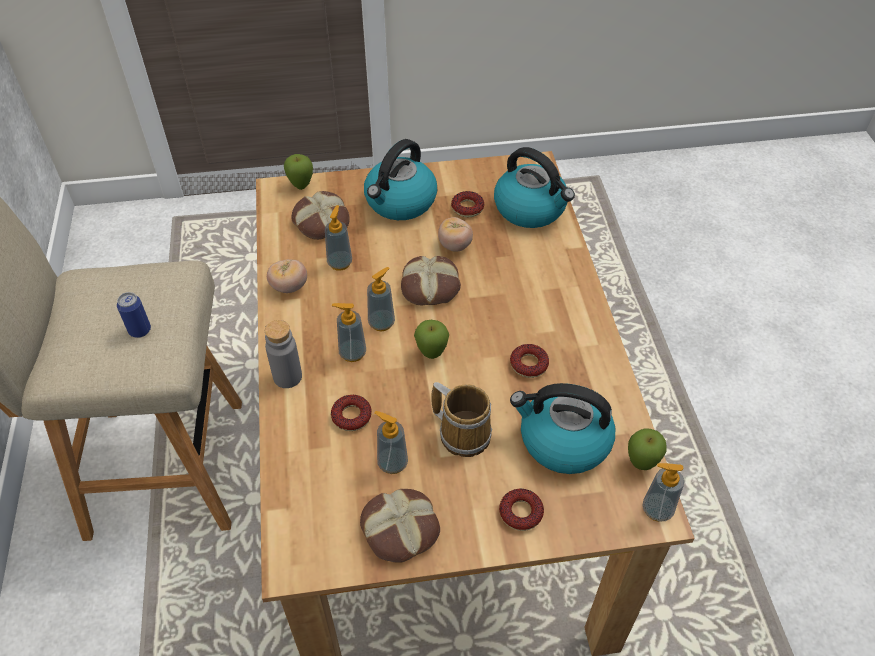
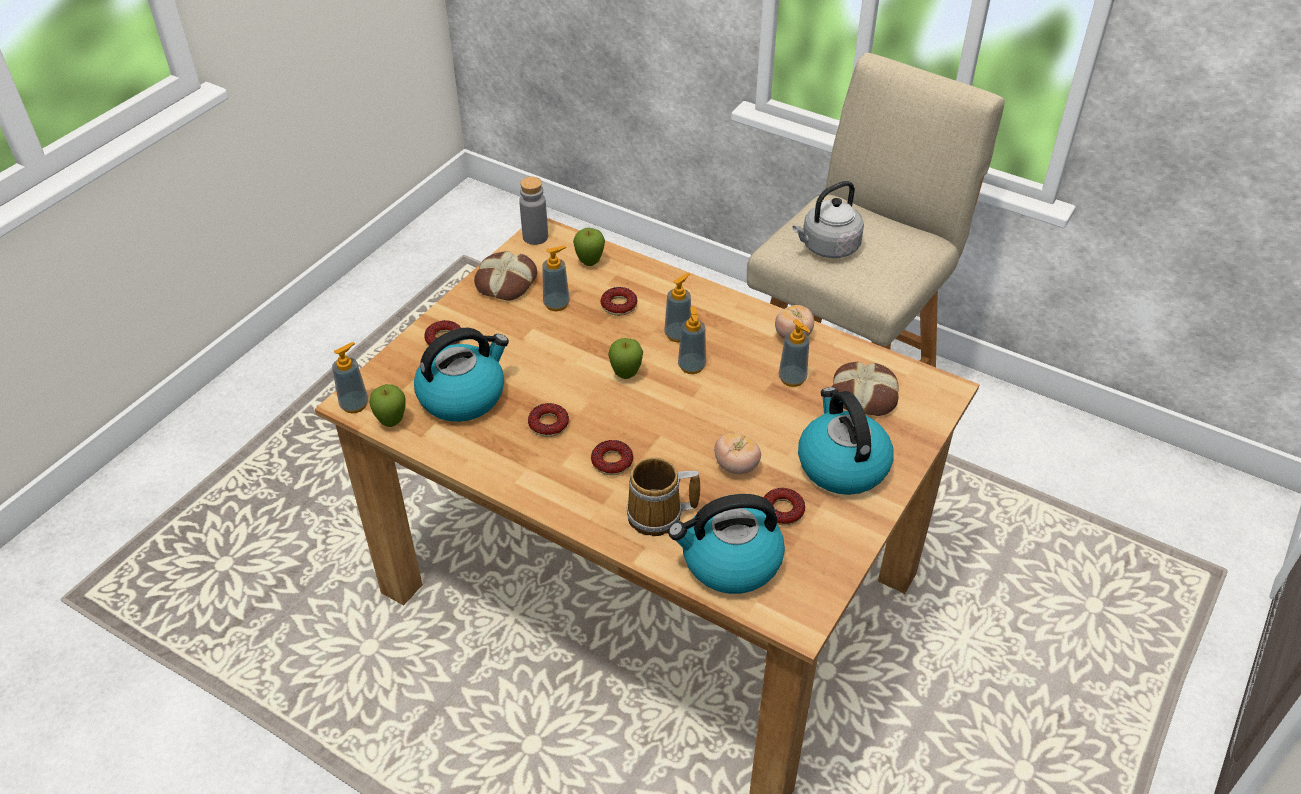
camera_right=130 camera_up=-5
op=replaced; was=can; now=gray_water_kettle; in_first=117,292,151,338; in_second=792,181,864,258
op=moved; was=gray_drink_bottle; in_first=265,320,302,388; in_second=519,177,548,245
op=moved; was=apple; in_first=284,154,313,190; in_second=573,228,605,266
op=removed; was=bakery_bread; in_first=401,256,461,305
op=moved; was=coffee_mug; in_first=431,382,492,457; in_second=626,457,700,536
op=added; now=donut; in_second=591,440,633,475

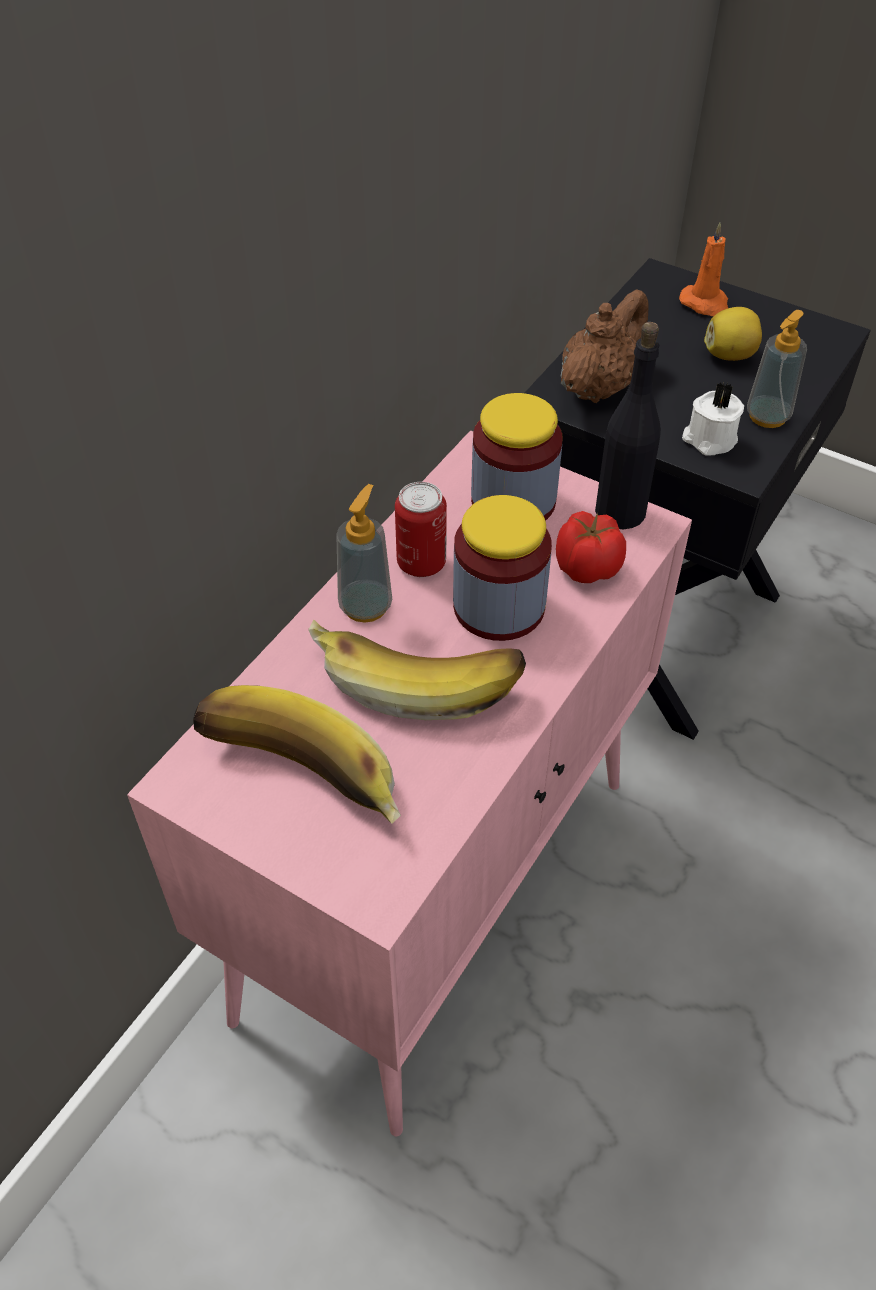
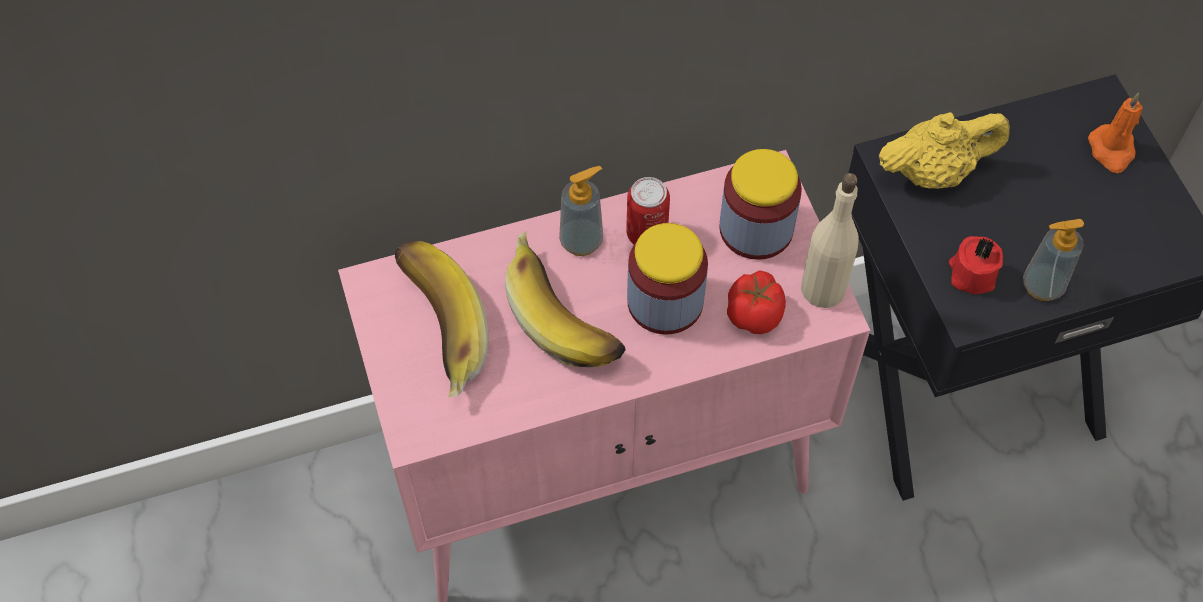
camera_right=40 camera_up=10
op=recoloured; was=brown-coloured_tea_pot; now=yellow_tea_pot; in_first=561,289,648,403; in_second=879,112,1010,189
op=recoloured; was=black_drink_bottle; now=beige-coloured_drink_bottle; in_first=595,322,661,529; in_second=801,173,859,308
op=recoloured; was=white_wax_light; now=reddish_wax_light; in_first=682,382,744,456; in_second=949,236,1003,294
op=removed; was=citrus_fruit; in_first=704,307,762,361

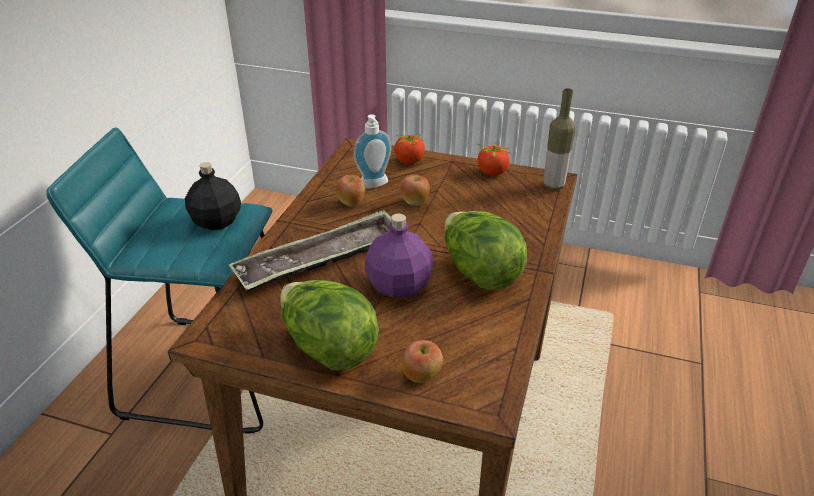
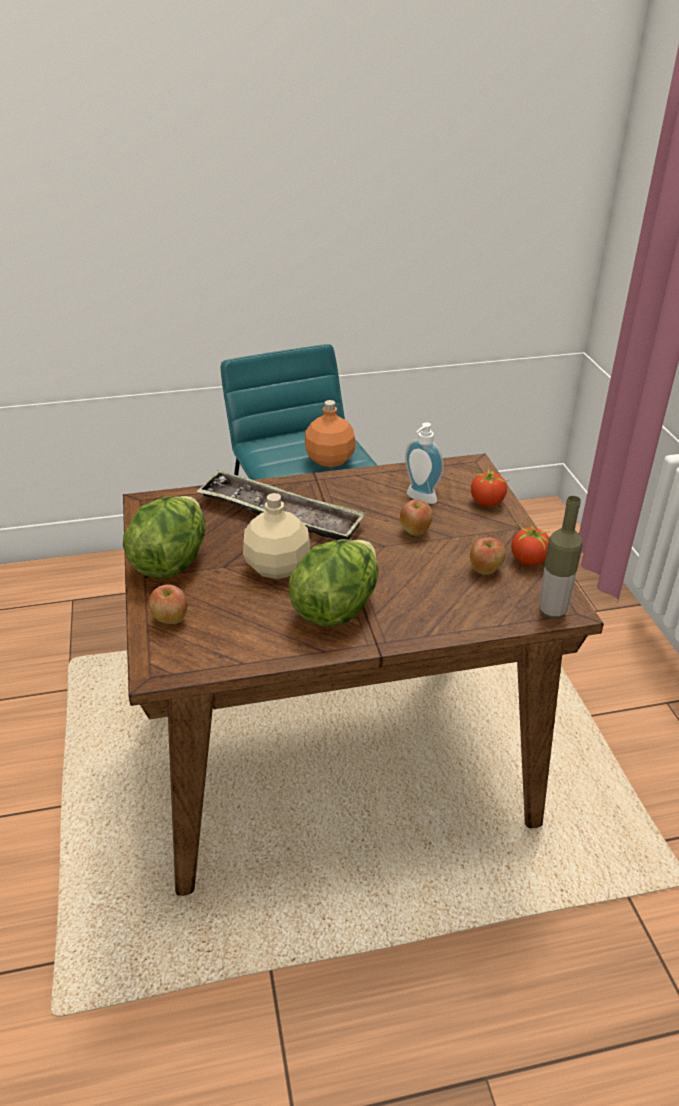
camera_right=60 camera_up=0
op=recoloured; was=black_drink_bottle; now=orange_drink_bottle; in_first=185,162,241,230; in_second=305,400,356,468
op=moved; was=apple; in_first=336,175,365,207; in_second=470,537,506,575
op=recoloured; was=purple-coloured_drink_bottle; now=beige-coloured_drink_bottle; in_first=365,213,433,298; in_second=243,493,310,579

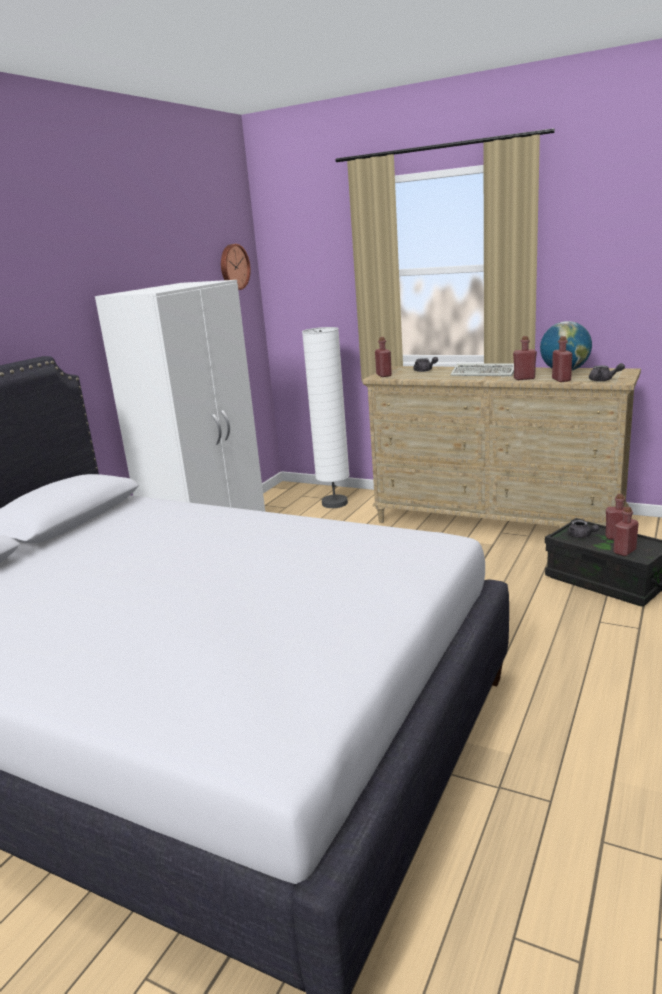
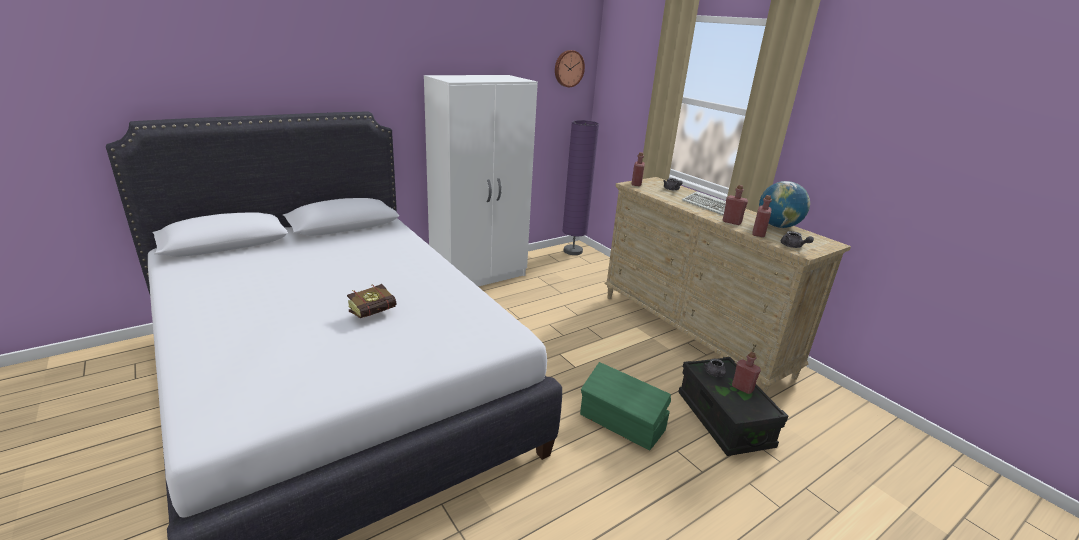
camera_right=25 camera_up=5
op=removed; was=white_standing_lamp; in_first=302,327,350,508
op=removed; was=reddish_drink_bottle; in_first=613,506,639,556
op=added; now=book; in_second=347,284,396,318
op=added; now=purple-coloured_standing_lamp; in_second=562,120,599,255
op=added; now=green_storage_container; in_second=580,362,671,451

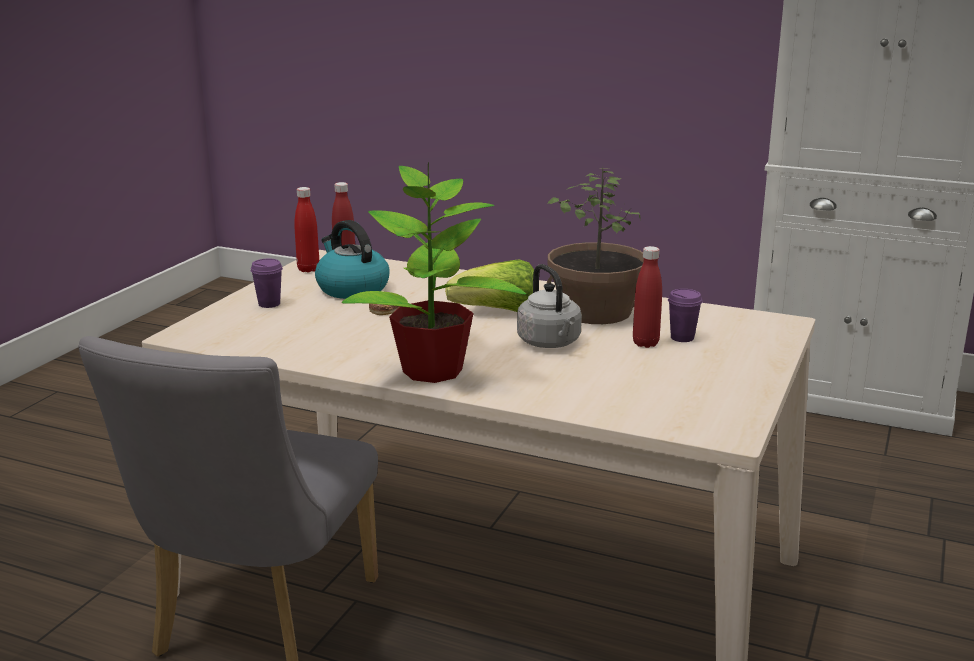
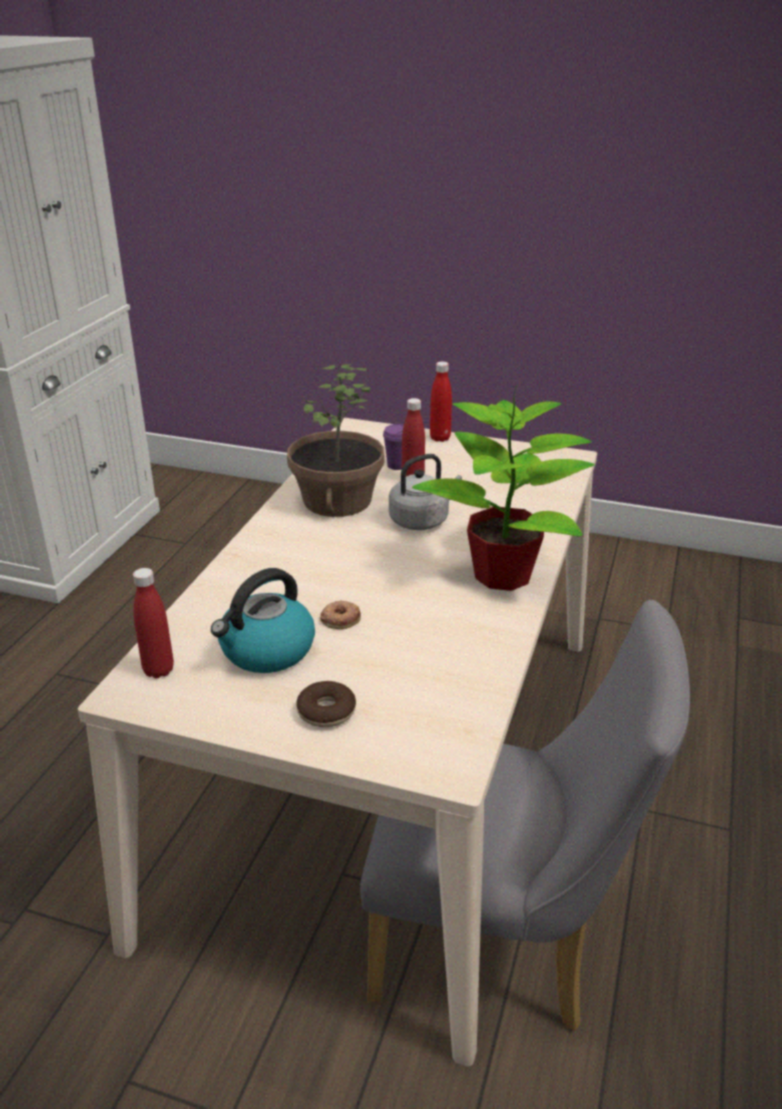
camera_right=-95 camera_up=10
op=replaced; was=purple-coloured_small_cup; now=donut; in_first=251,259,283,308; in_second=296,681,356,727
op=moved; was=reddish_drink_bottle; in_first=294,187,319,273; in_second=430,361,452,442
op=removed; was=head_of_lettuce; in_first=445,259,534,312

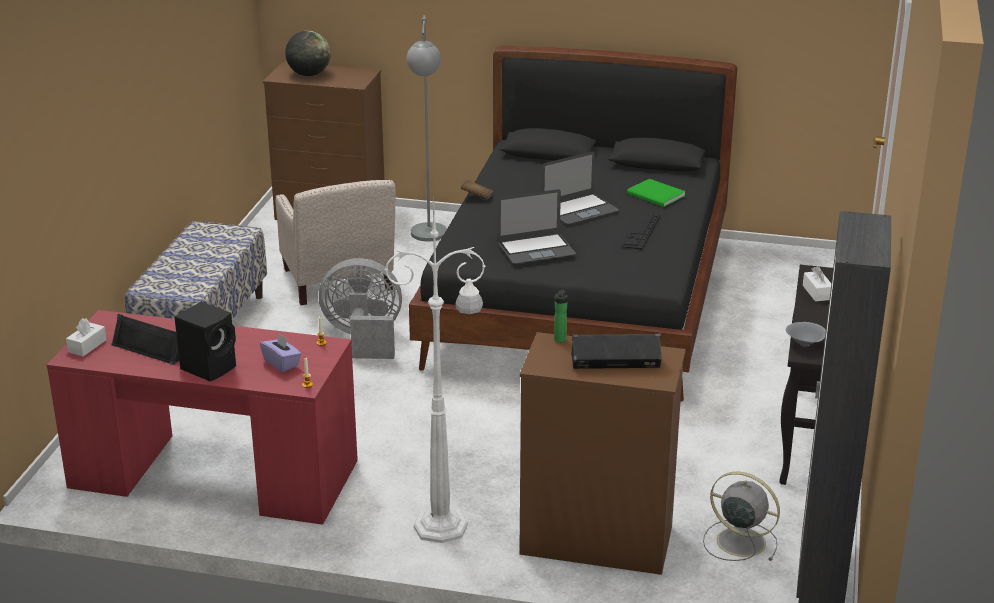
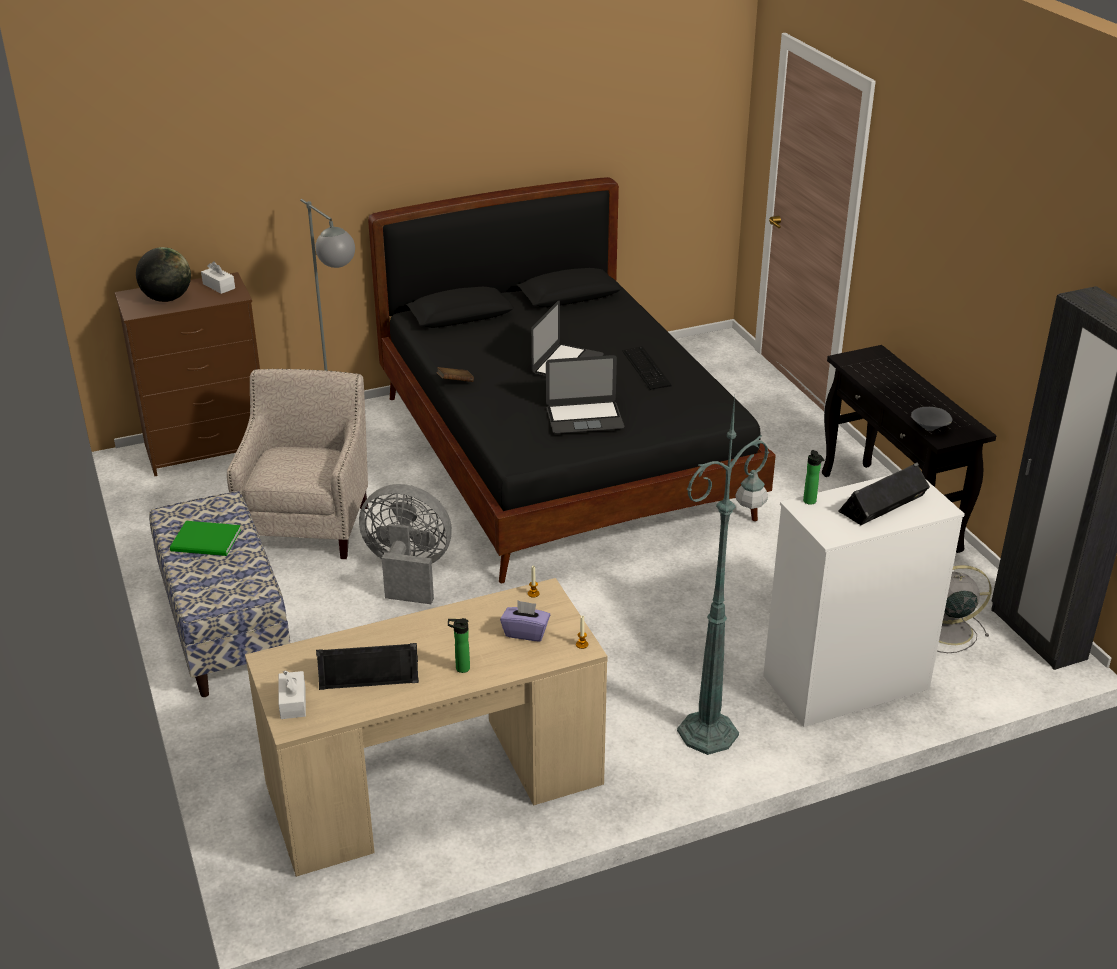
camera_right=-35 camera_up=5
op=recoloured; was=reddish_desk_table; now=beige-coloured_desk_table; in_first=47,310,358,525; in_second=245,578,608,877
op=replaced; was=black_speaker; now=drink_bottle; in_first=174,302,236,381; in_second=448,618,470,673
op=turned; was=beige-coloured_easy_chair; in_first=276,180,396,305; in_second=227,369,368,559; clockwise=-120
op=turned; was=gray_cooling_fan; in_first=319,258,402,359; in_second=359,484,452,604; clockwise=45
op=recoloured; was=white_standing_lamp; now=green_standing_lamp; in_first=384,197,485,543; in_second=677,396,769,755
op=turned; was=notebook_computer; in_first=498,189,576,264; in_second=546,355,624,434; clockwise=45
op=recoloured; was=brown-coloured_drawer_chest; now=white_drawer_chest; in_first=519,332,686,575; in_second=763,475,965,727
op=moved; was=green_book; in_first=627,179,686,207; in_second=170,521,241,556
op=moved; was=white_tissue_holder; in_first=803,266,831,302; in_second=201,261,235,294

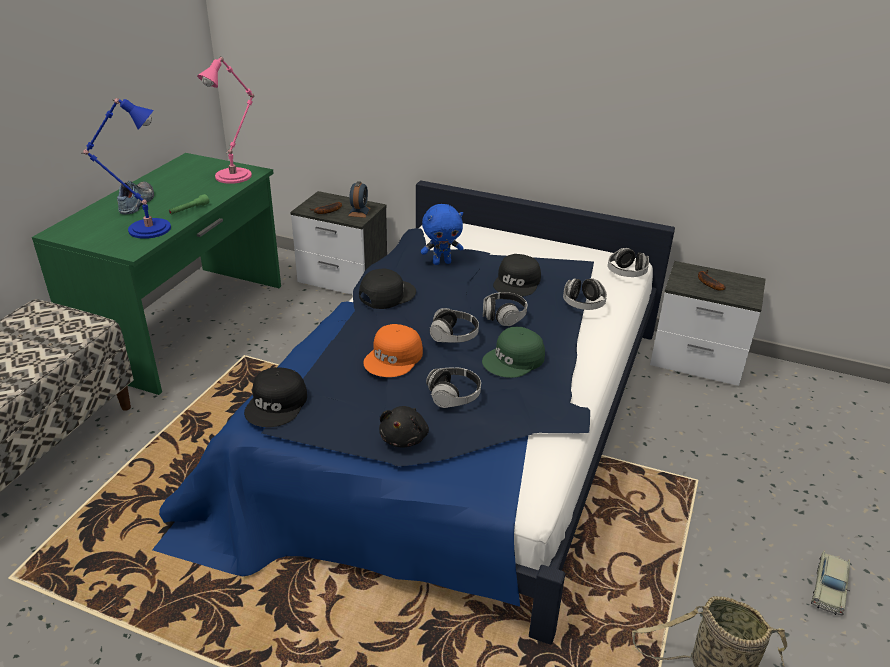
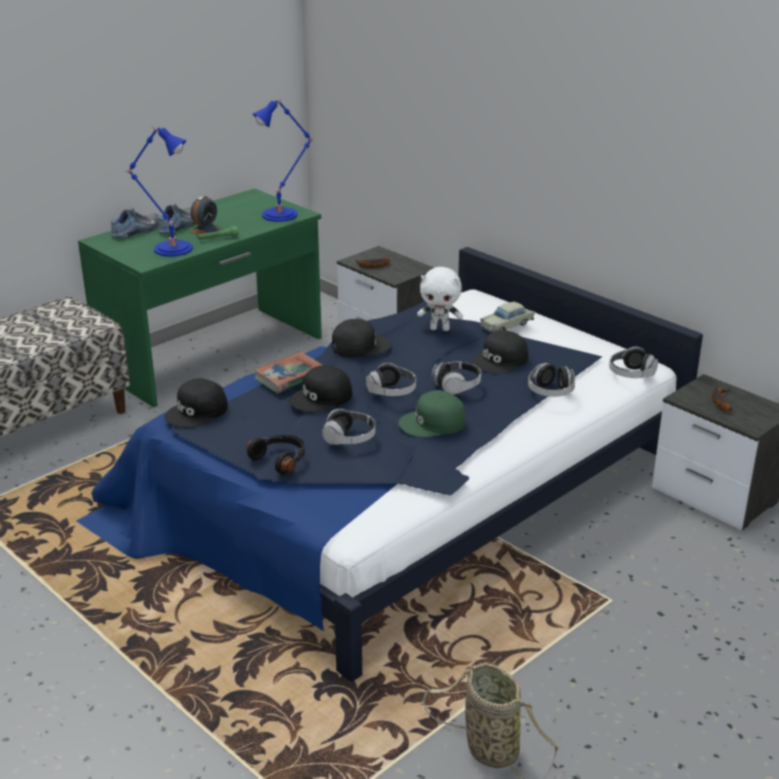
camera_right=25 camera_up=-5
op=recoloured; was=pink-coloured_lamp_for_a_table; now=bluish_lamp_for_a_table; in_first=197,57,254,184; in_second=253,98,313,222
op=moved; was=bedside_clock; in_first=348,181,370,218; in_second=190,196,221,234
op=recoloured; was=orange_peaked_cap; now=black_peaked_cap; in_first=363,324,423,377; in_second=289,365,352,412
op=replaced; was=black_cuddly_toy; now=black_headset; in_first=379,406,429,448; in_second=247,435,305,475
op=recoloured; was=bluish_cuddly_toy; now=white_cuddly_toy; in_first=421,204,463,265; in_second=417,267,463,331
op=moved; was=beige-coloured_miniature_car; in_first=811,550,850,616; in_second=480,302,535,333
op=added; now=item_of_footwear; in_second=111,208,159,238
op=added; now=book; in_second=253,352,322,393

